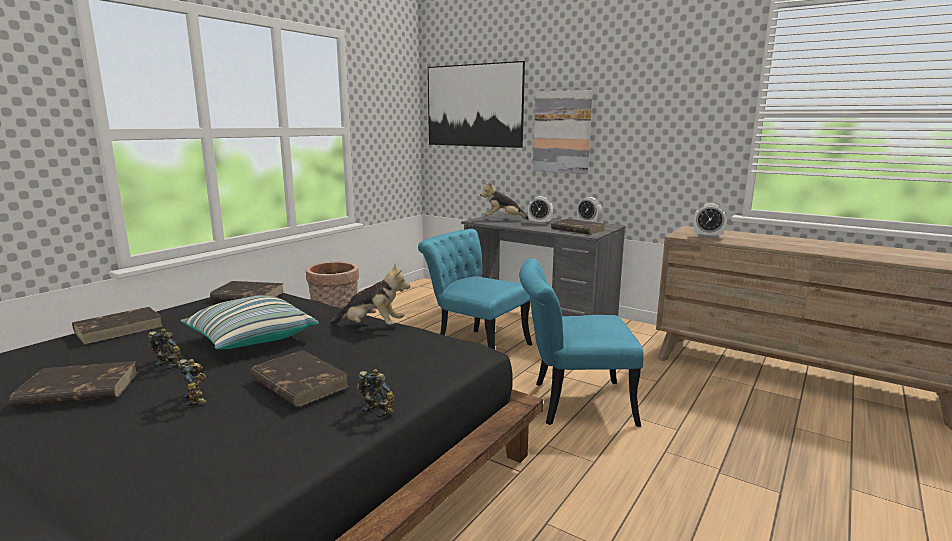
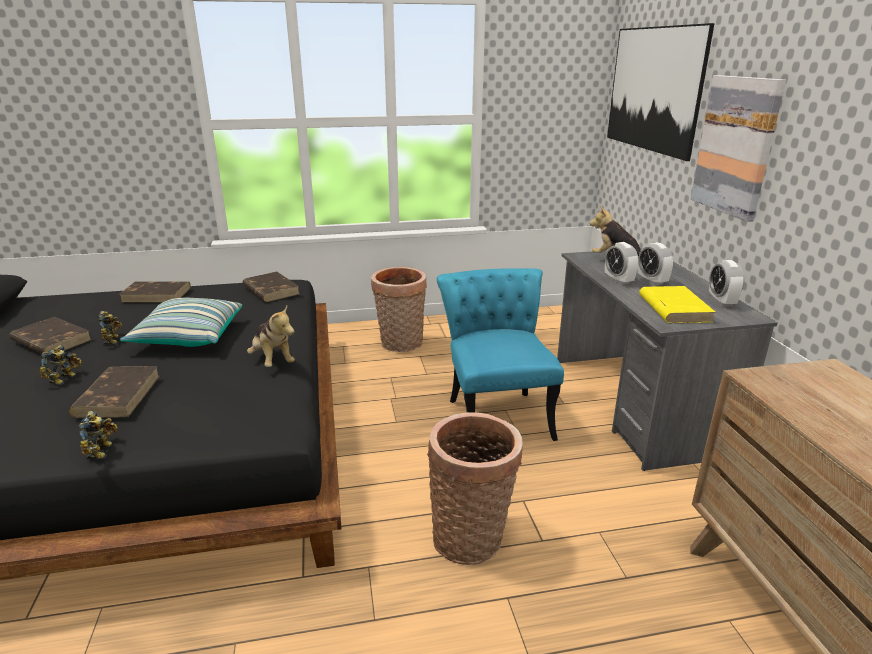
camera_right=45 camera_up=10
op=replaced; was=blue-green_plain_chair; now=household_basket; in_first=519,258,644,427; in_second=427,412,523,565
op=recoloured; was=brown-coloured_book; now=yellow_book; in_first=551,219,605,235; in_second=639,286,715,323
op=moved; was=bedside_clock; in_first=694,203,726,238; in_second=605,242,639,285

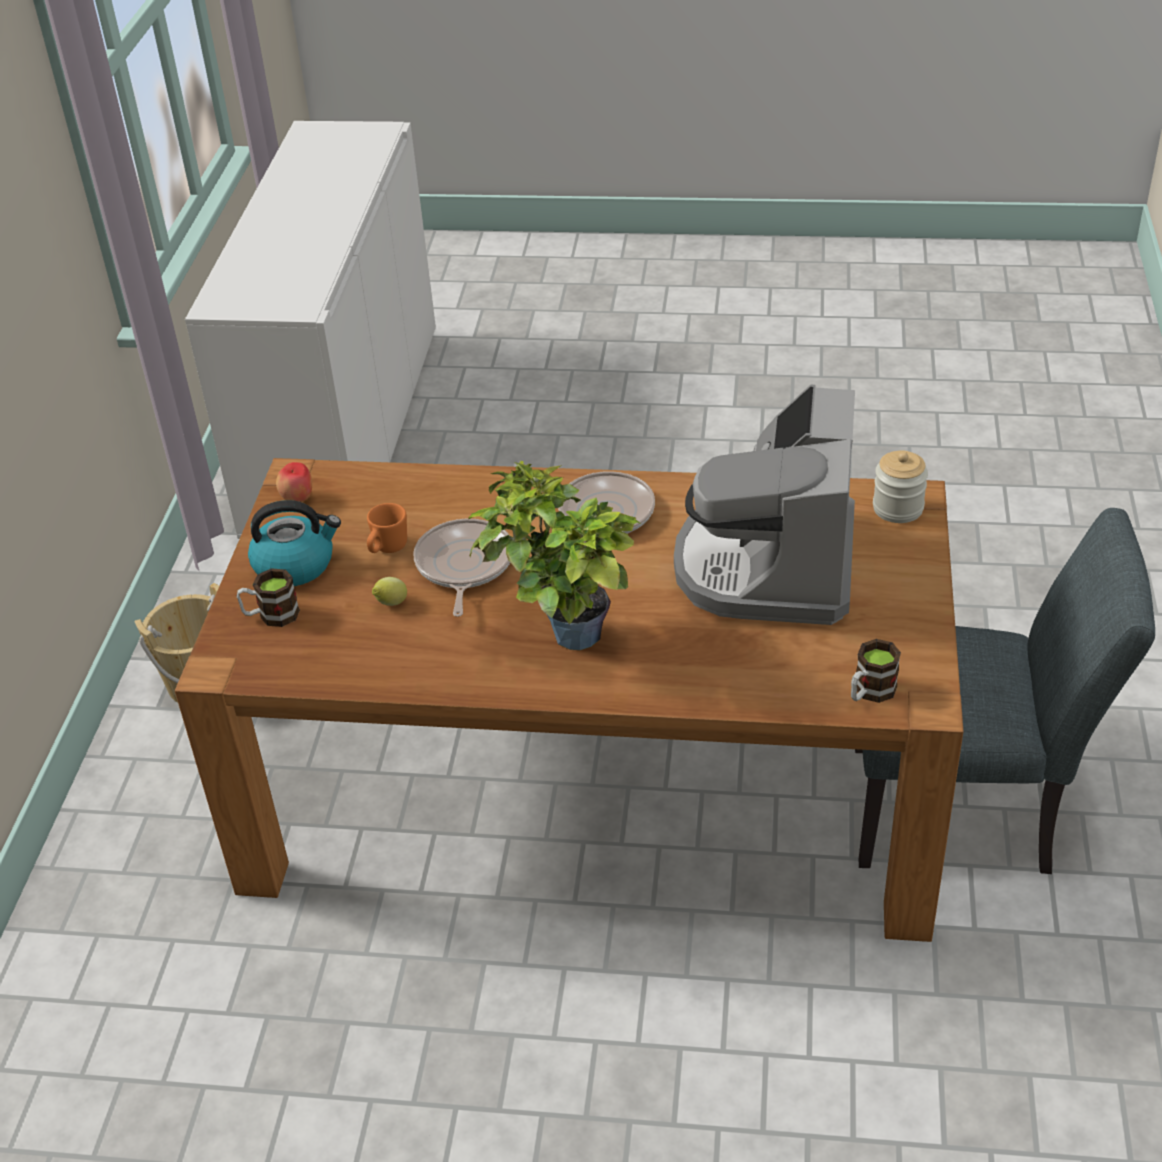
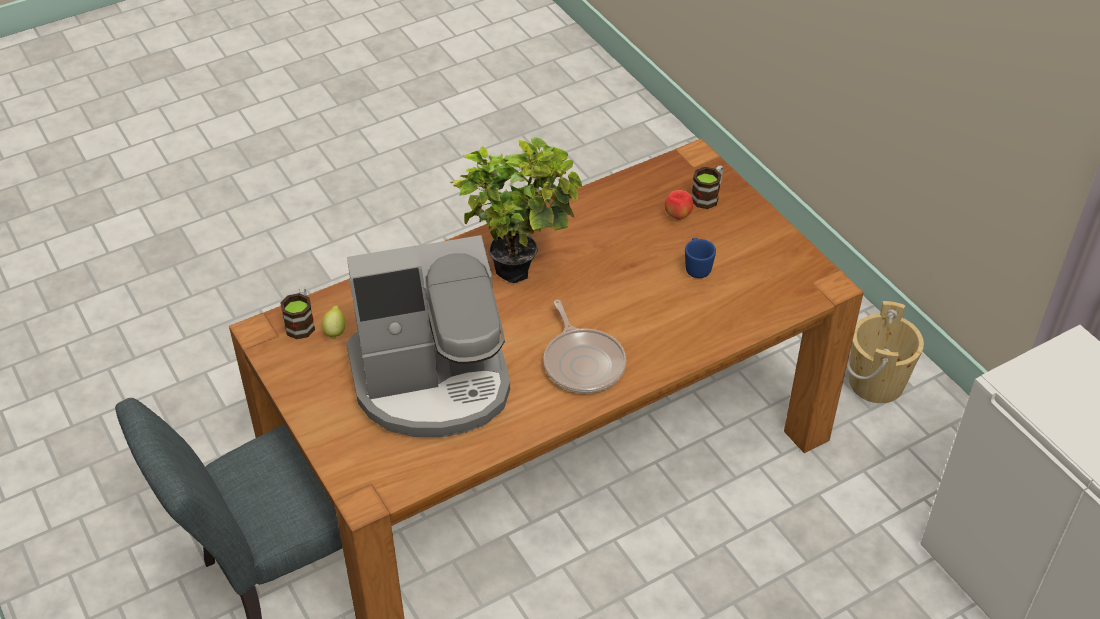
camera_right=140 camera_up=5
op=removed; was=water_kettle; in_first=248,500,341,586
op=moved; was=apple; in_first=276,462,312,502; in_second=665,190,693,220
op=recoloured; was=orange_coffee_mug; now=bluish_coffee_mug; in_first=367,503,407,553; in_second=685,238,716,278
op=moved; was=citrus_fruit; in_first=372,577,407,606; in_second=322,305,345,339
op=removed; was=frying_pan; in_first=413,519,510,617
op=turned; was=coffee_maker; in_first=674,385,855,625; in_second=346,235,510,437; clockwise=105
op=removed; was=jar; in_first=873,450,928,523

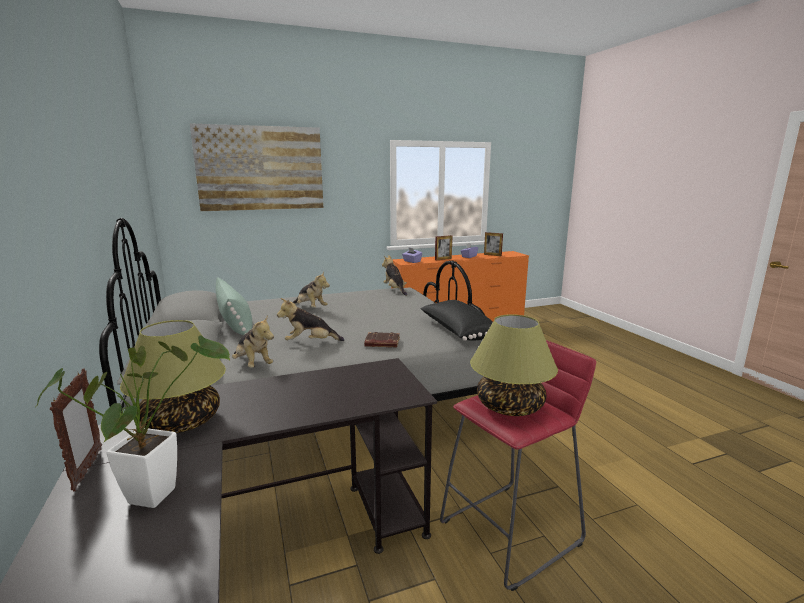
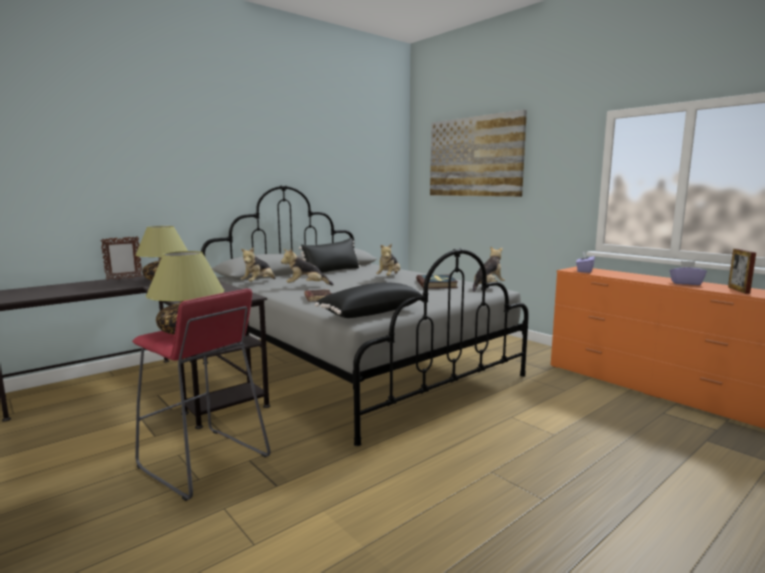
camera_right=70 camera_up=-5
op=removed; was=potted_plant; in_first=36,335,230,508
op=recoloured; was=green_pillow; now=black_pillow; in_first=216,277,253,335; in_second=299,238,360,276
op=turned; was=cuddly_toy; in_first=277,298,345,341; in_second=281,249,334,285; clockwise=-75
op=removed; was=standing_frame; in_first=435,235,452,260
op=added; now=book; in_second=416,275,458,289

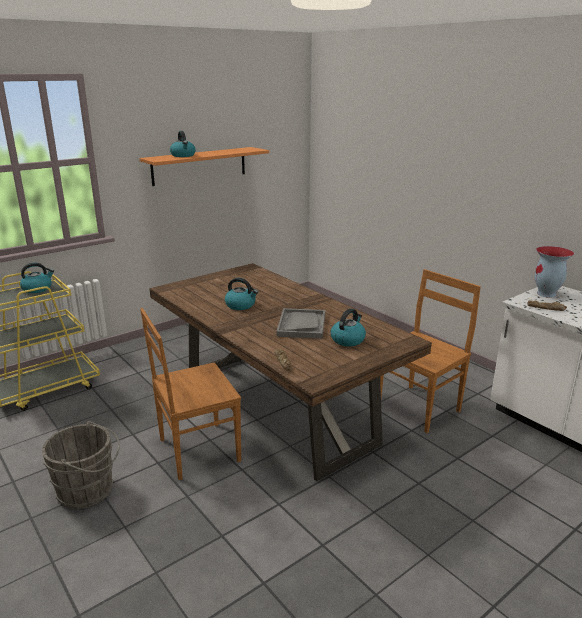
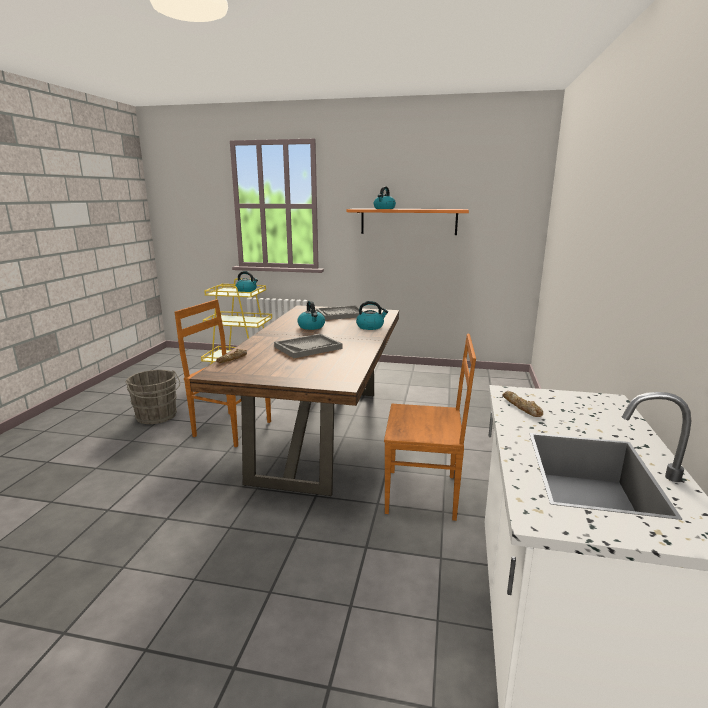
camera_right=50 camera_up=-5
op=moved; was=water_kettle; in_first=331,308,366,346; in_second=356,301,388,330
op=removed; was=vase; in_first=535,246,574,298
op=added; now=gray_tray; in_second=316,305,364,320

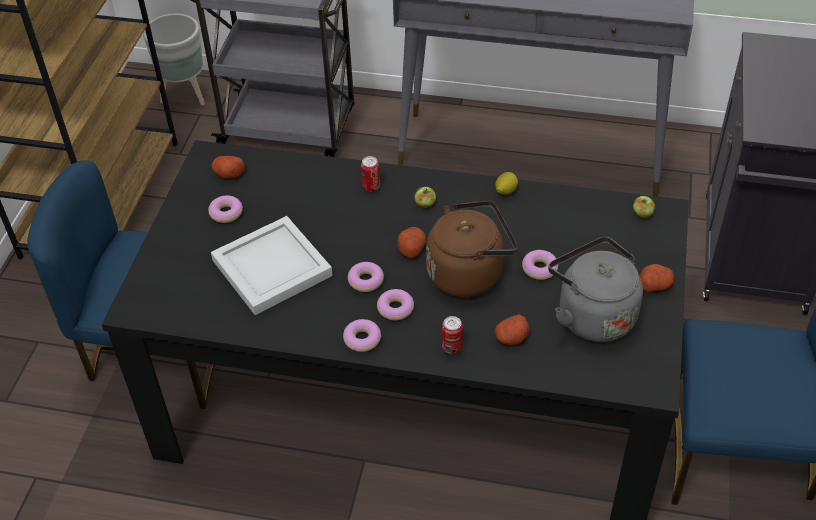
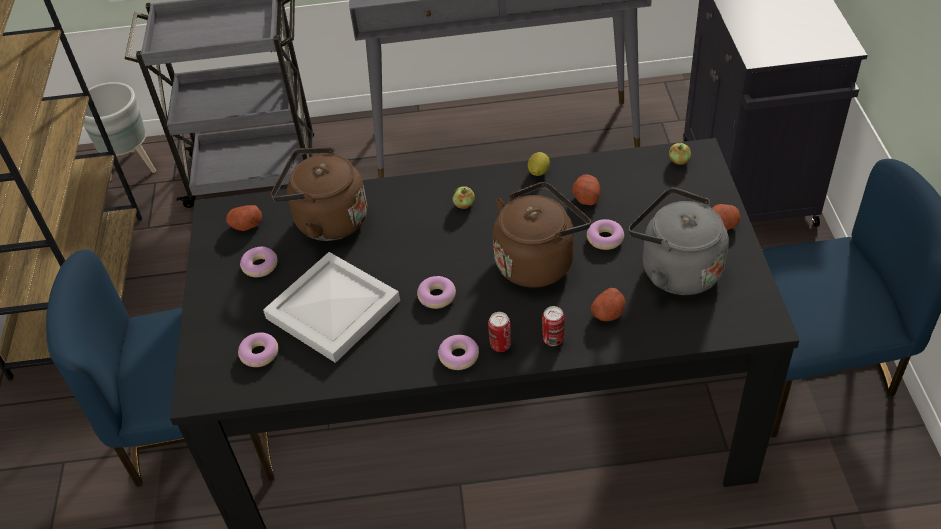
camera_right=-15 camera_up=0
op=moved; was=can; in_first=361,156,380,191; in_second=488,312,511,352
op=moved; was=donut; in_first=377,289,414,320; in_second=238,332,278,367
op=moved; was=spud; in_first=398,227,426,258; in_second=572,175,600,205
op=added; now=brown-coloured_water_kettle; in_second=271,147,367,241

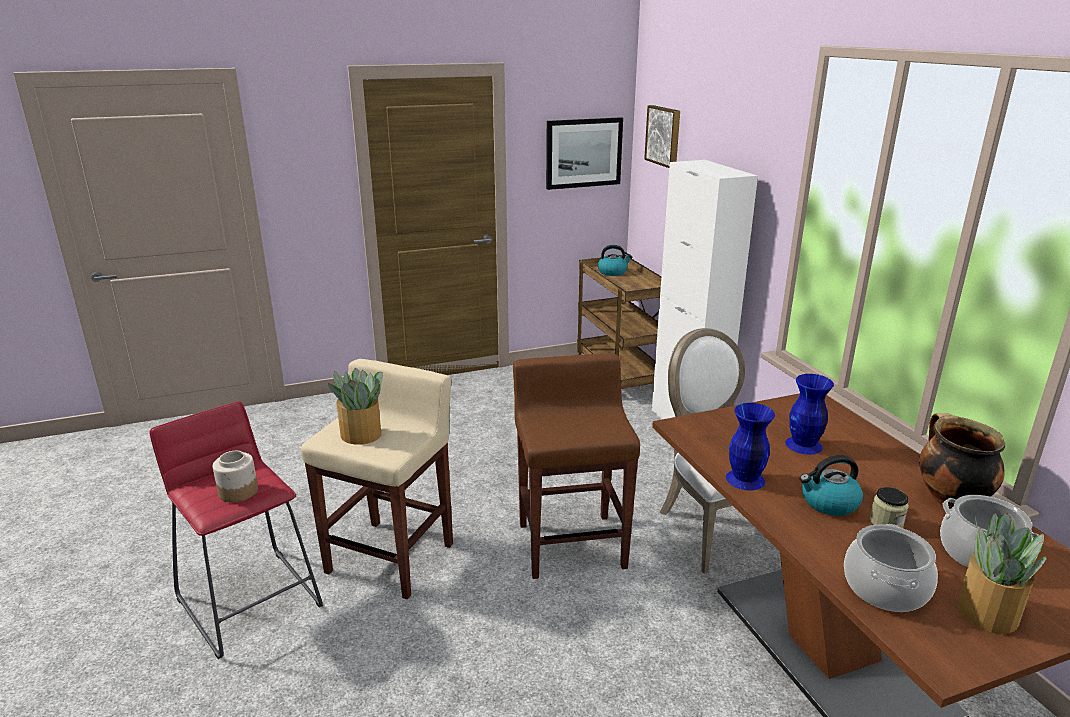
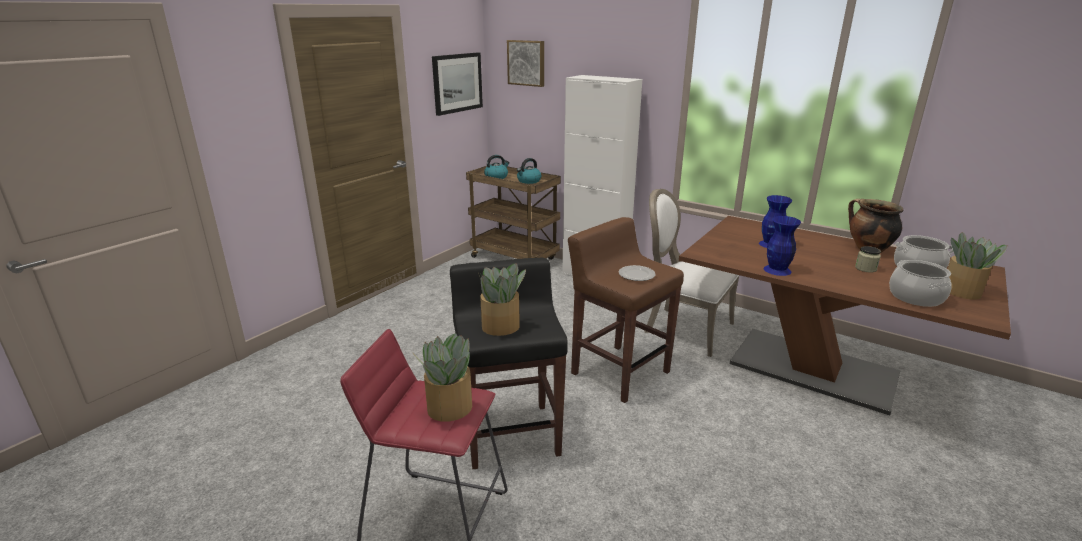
camera_right=-35 camera_up=0
op=replaced; was=jar; now=potted_plant; in_first=213,451,258,503; in_second=412,333,472,422
op=recoloured; was=beige-coloured_sitting_stool; now=black_sitting_stool; in_first=301,359,453,599; in_second=450,258,568,469
op=moved; was=water_kettle; in_first=800,455,863,516; in_second=517,158,541,184
op=added; now=dinner_plate; in_second=619,265,656,281

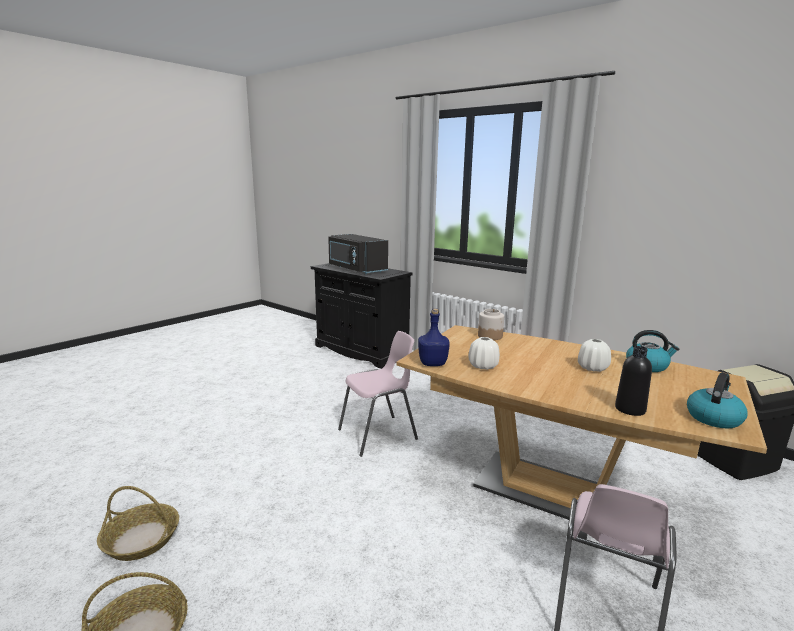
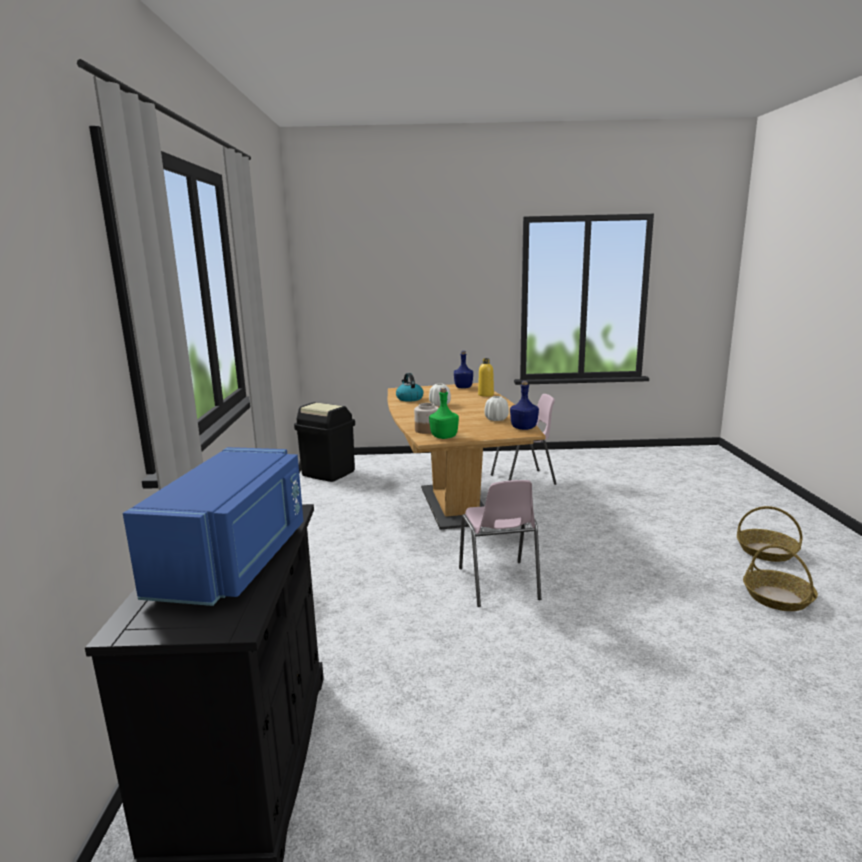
camera_right=-130 camera_up=0
op=recoloured; was=black_kitchen_microwave; now=bluish_kitchen_microwave; in_first=328,234,388,274; in_second=123,447,304,606
op=turned; was=pink-coloured_plain_chair; in_first=338,331,418,457; in_second=459,480,541,607; clockwise=-120
op=recoloured; was=black_drink_bottle; now=yellow_drink_bottle; in_first=615,346,652,416; in_second=478,358,494,397
op=replaced; was=water_kettle; now=bluish_drink_bottle; in_first=687,373,748,428; in_second=454,351,473,388
op=added; now=green_drink_bottle; in_second=429,388,459,439

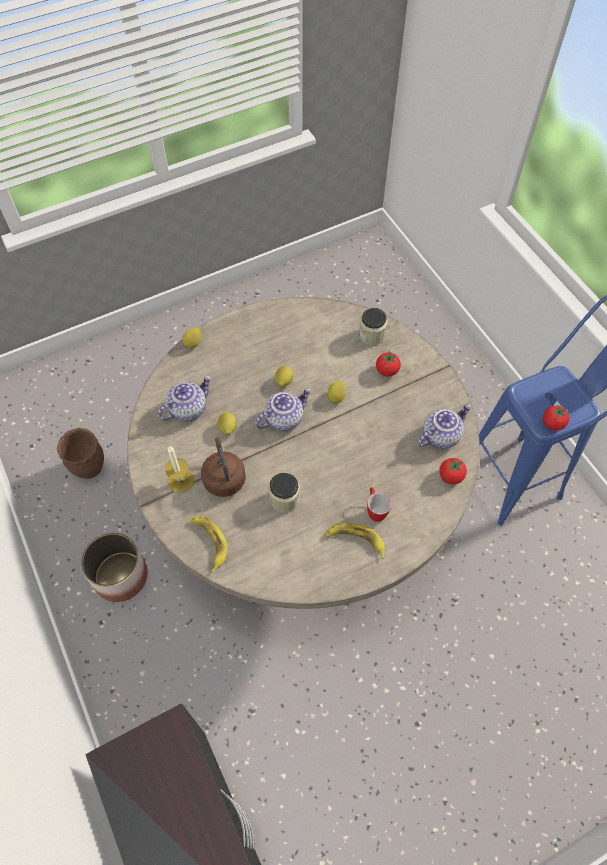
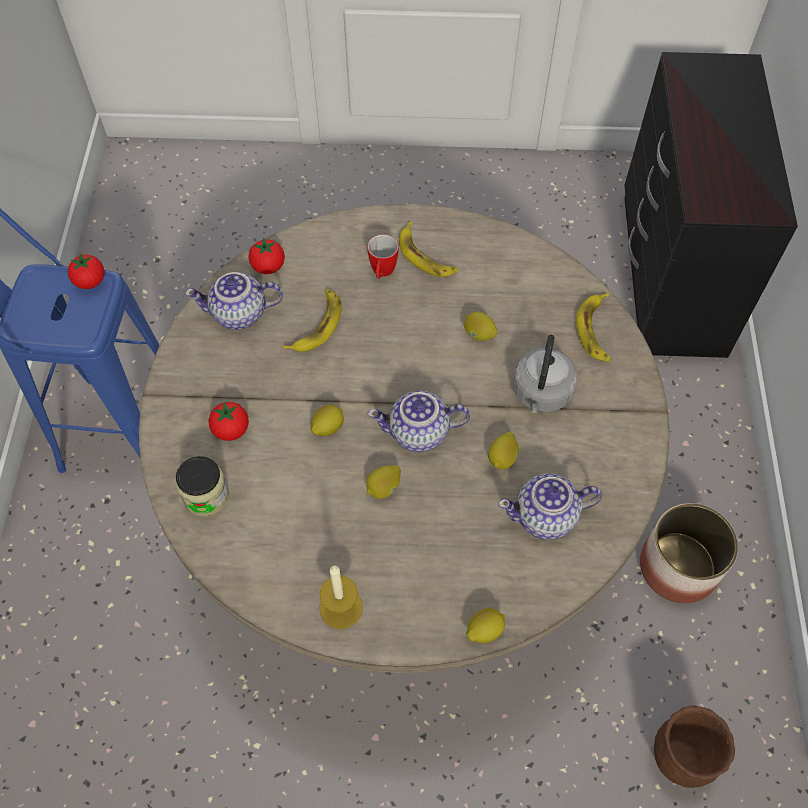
camera_right=-150 camera_up=0
op=moved; was=wax_light; in_first=165,446,194,493; in_second=320,566,363,629
op=recoloured; was=brown-coloured_water_kettle; now=gray_water_kettle; in_first=201,437,246,497; in_second=513,335,577,413
op=replaced; was=jar; now=citrus_fruit; in_first=269,473,300,513; in_second=464,312,498,341
op=added; now=banana; in_second=284,289,342,352

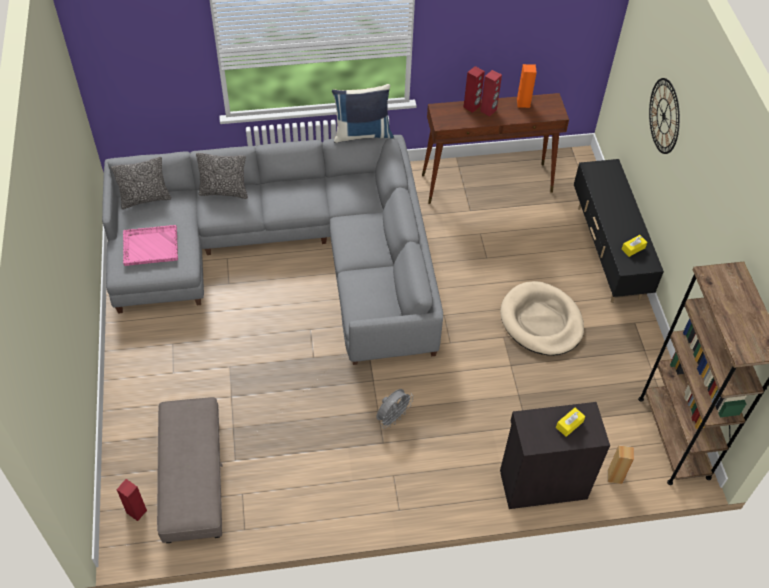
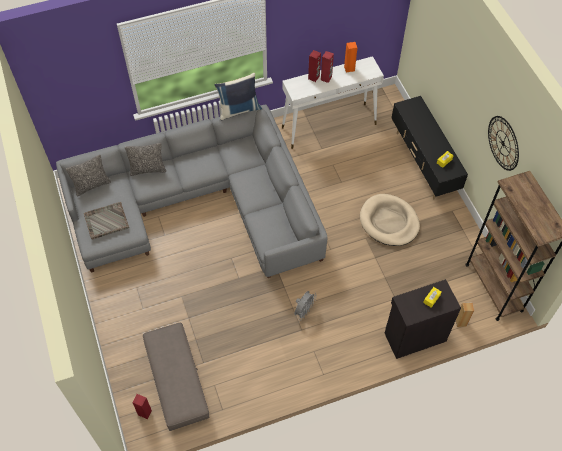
camera_right=-10 camera_up=5
op=recoloured; was=pink-coloured_tray; now=gray_tray; in_first=123,225,178,266; in_second=84,202,129,240
op=recoloured; was=brown-coloured_console_table; now=white_console_table; in_first=422,93,569,204; in_second=282,56,384,149
op=moved; was=wall_clock; in_first=649,78,680,154; in_second=488,116,519,171

